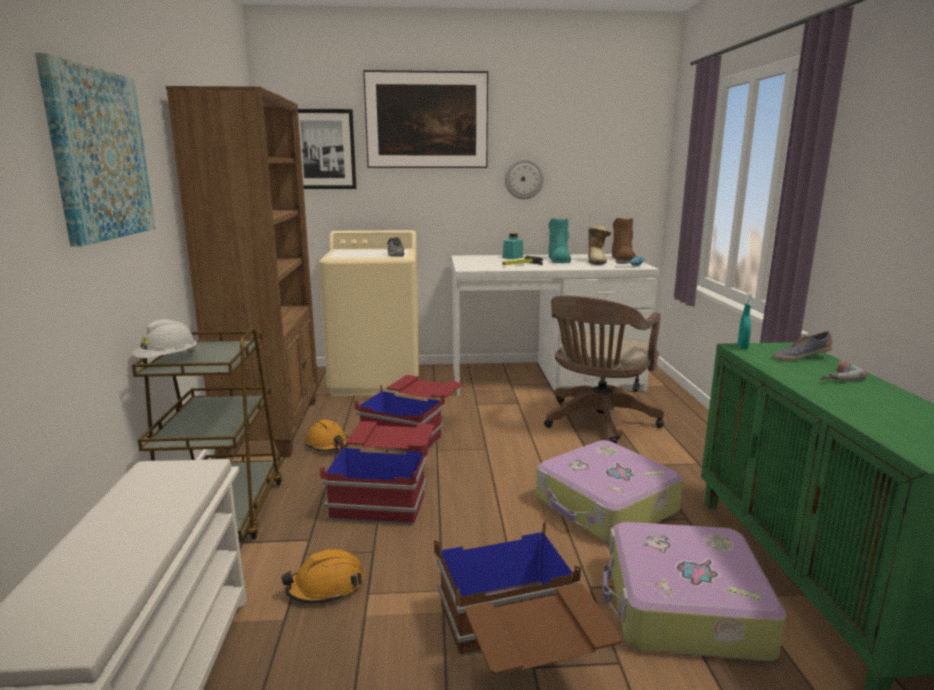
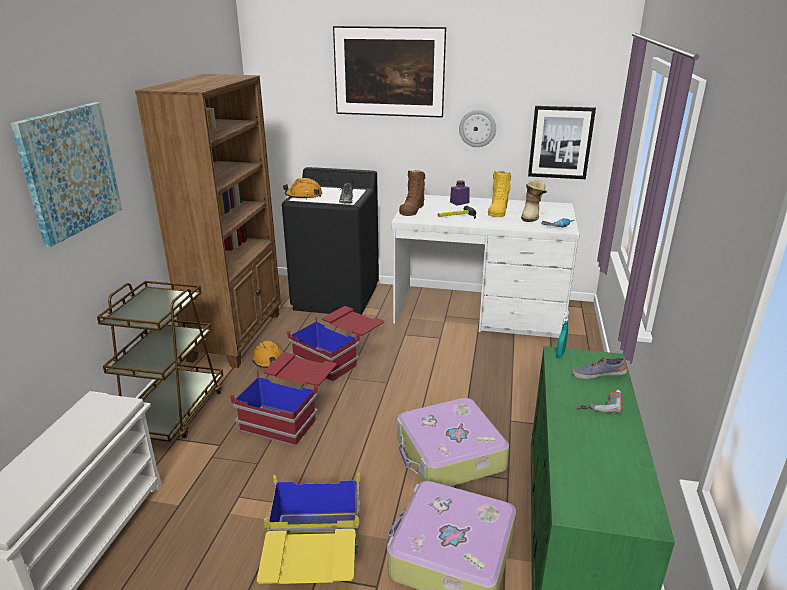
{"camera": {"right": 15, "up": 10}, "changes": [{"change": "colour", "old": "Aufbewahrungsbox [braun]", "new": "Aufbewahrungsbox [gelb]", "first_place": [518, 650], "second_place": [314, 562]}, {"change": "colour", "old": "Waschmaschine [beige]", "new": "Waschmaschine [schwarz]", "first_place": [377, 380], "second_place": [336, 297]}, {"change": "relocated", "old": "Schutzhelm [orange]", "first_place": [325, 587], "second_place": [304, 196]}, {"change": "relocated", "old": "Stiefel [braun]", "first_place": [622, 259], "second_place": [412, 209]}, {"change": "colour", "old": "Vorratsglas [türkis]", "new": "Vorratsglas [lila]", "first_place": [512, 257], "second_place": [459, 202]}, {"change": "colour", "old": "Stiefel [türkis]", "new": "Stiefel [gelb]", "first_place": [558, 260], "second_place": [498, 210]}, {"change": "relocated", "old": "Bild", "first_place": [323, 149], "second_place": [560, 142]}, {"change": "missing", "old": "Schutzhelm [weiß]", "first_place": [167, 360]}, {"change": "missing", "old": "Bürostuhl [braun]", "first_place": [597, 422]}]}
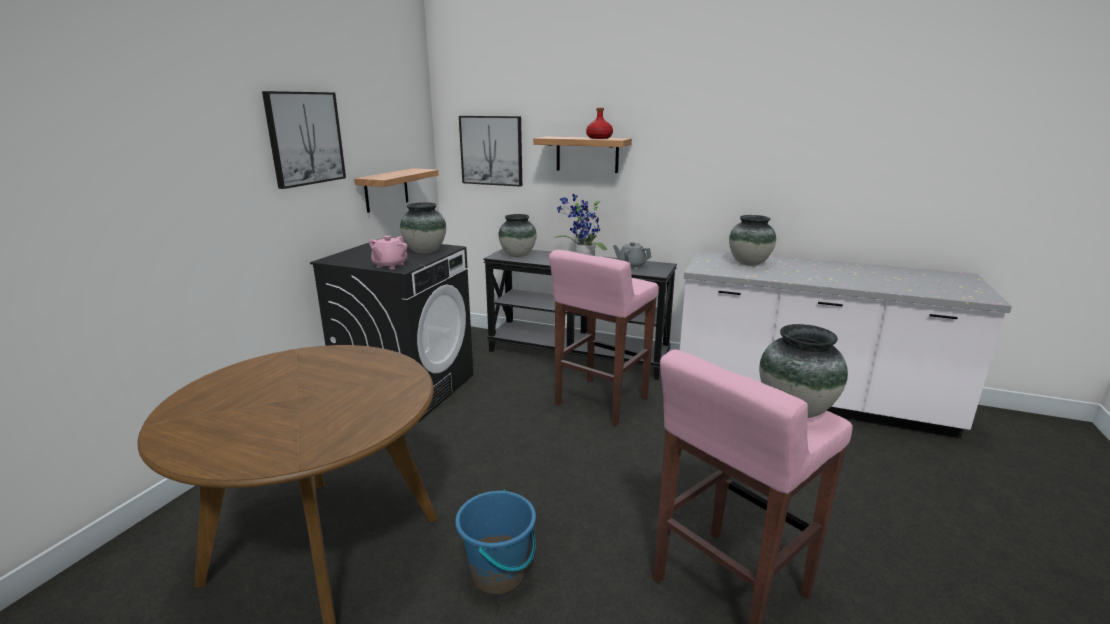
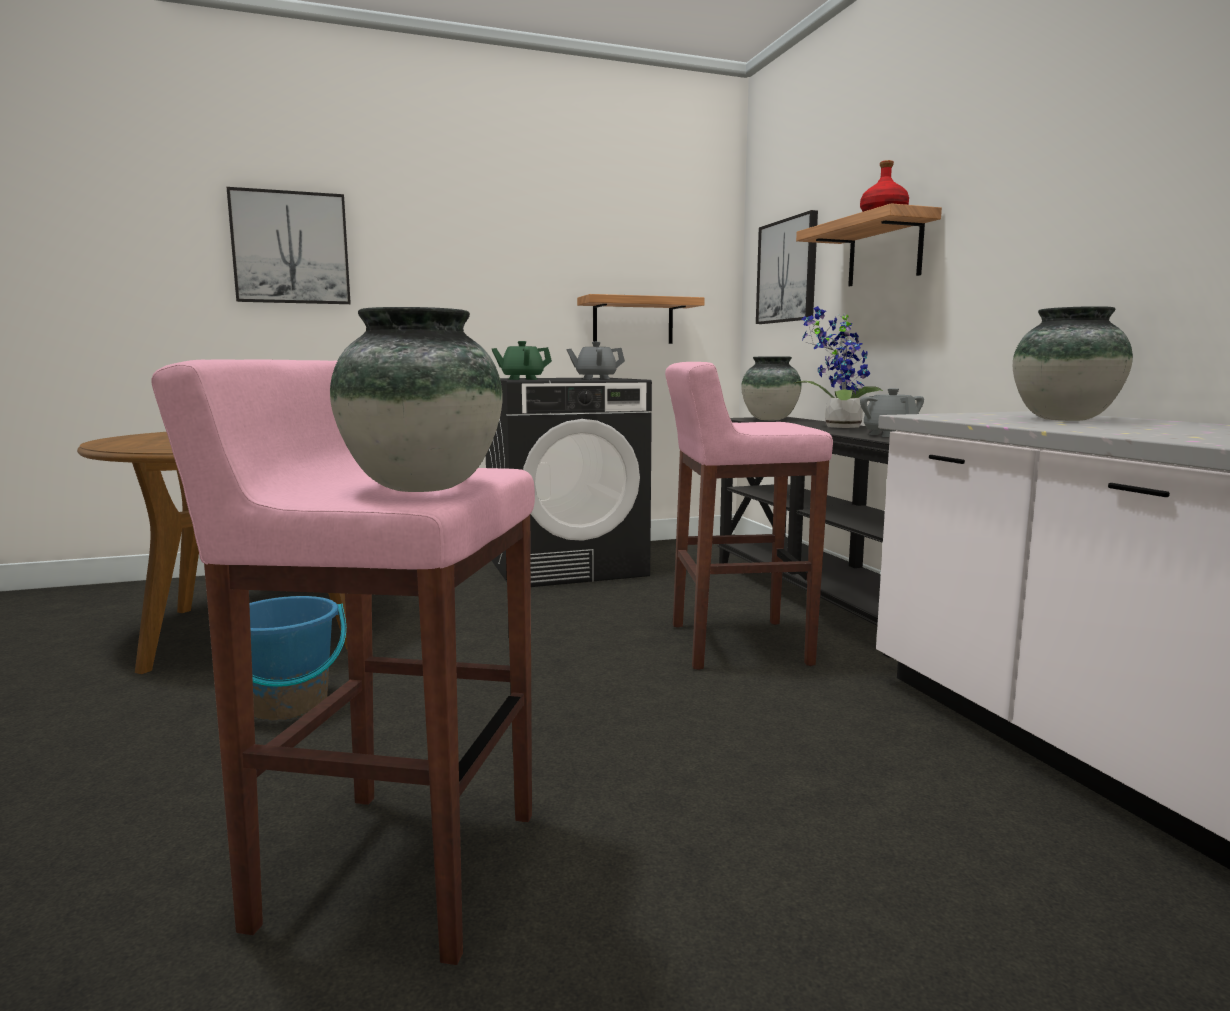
{"camera": {"right": 50, "up": -10}, "changes": [{"change": "relocated", "old": "Bild", "first_place": [305, 138], "second_place": [291, 248]}, {"change": "colour", "old": "Teekanne [rosa]", "new": "Teekanne [grün]", "first_place": [390, 265], "second_place": [522, 379]}, {"change": "exchanged", "old": "Vase", "new": "Teekanne [grau]", "first_place": [425, 251], "second_place": [595, 379]}]}
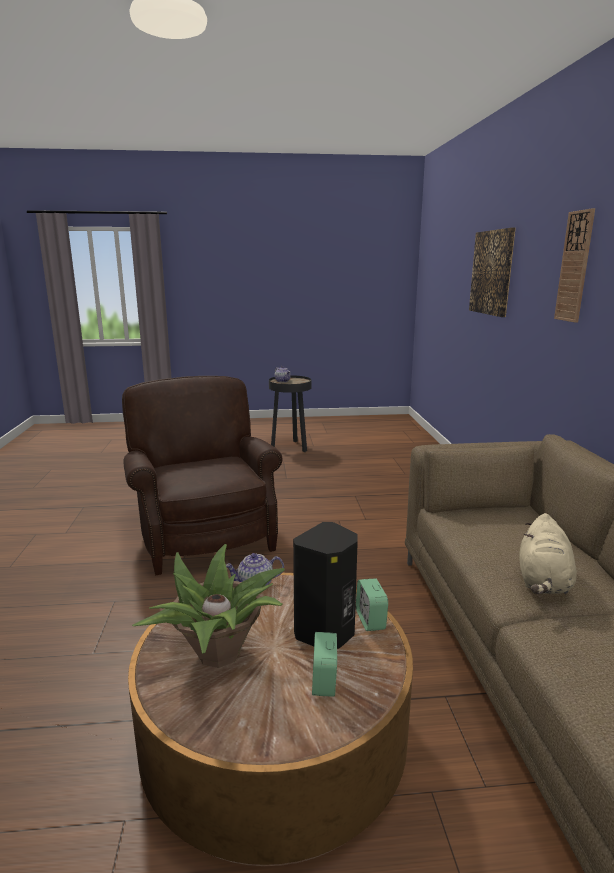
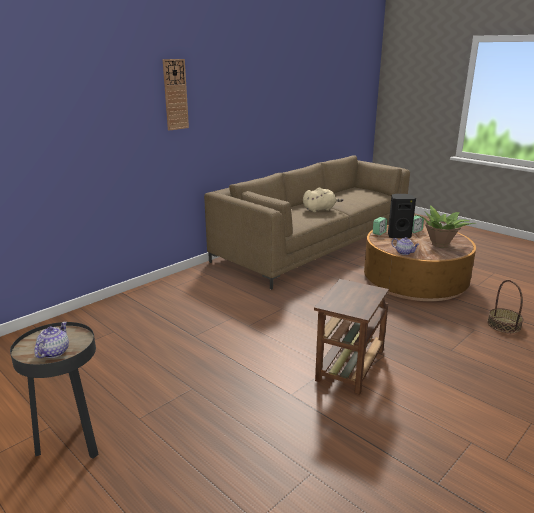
{"camera": {"right": -130, "up": 5}, "changes": [{"change": "exchanged", "old": "Sessel [braun]", "new": "Beistelltisch [braun]", "first_place": [204, 534], "second_place": [349, 367]}, {"change": "appeared", "new": "Korb", "second_place": [504, 325]}, {"change": "missing", "old": "Bild", "first_place": [492, 272]}]}
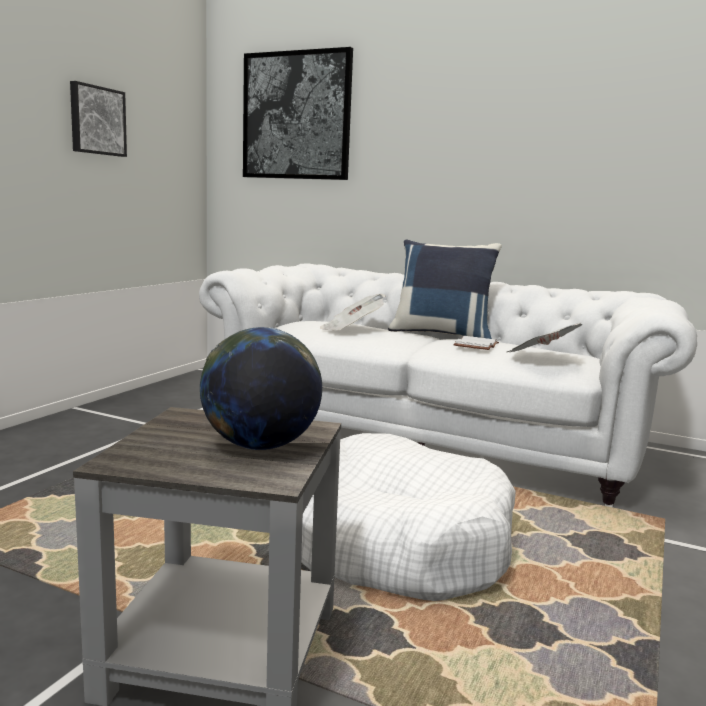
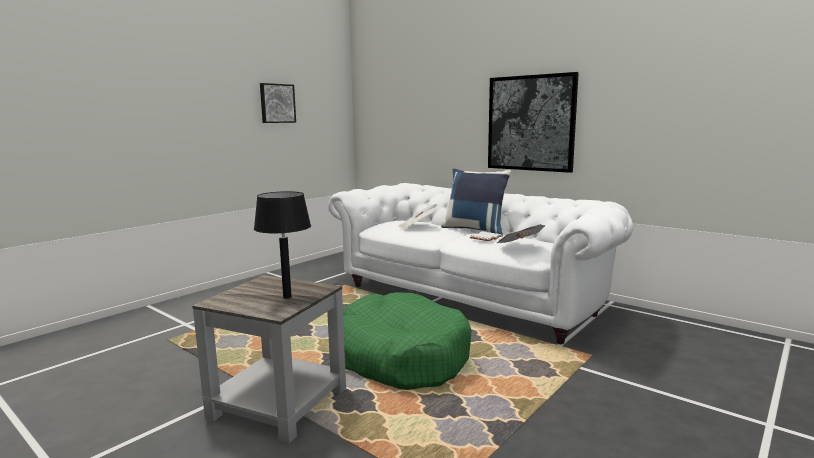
{"camera": {"right": 15, "up": 0}, "changes": [{"change": "exchanged", "old": "Globus", "new": "Tischlampe [schwarz]", "first_place": [260, 446], "second_place": [287, 297]}, {"change": "colour", "old": "Hundebett [weiß]", "new": "Hundebett [grün]", "first_place": [388, 541], "second_place": [400, 356]}, {"change": "relocated", "old": "Bild", "first_place": [296, 116], "second_place": [530, 123]}]}
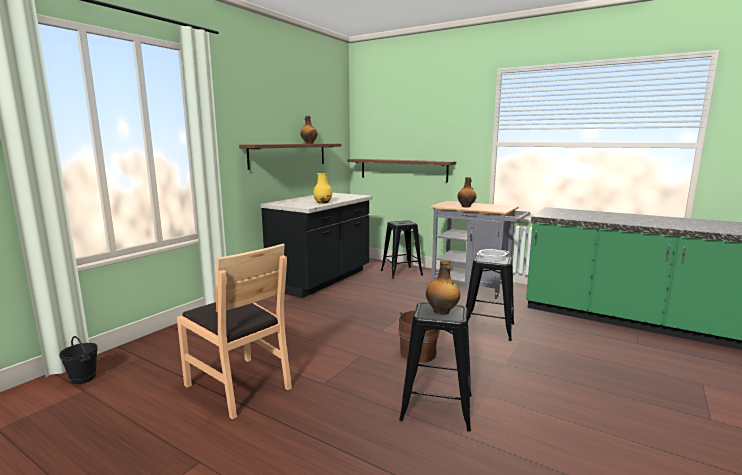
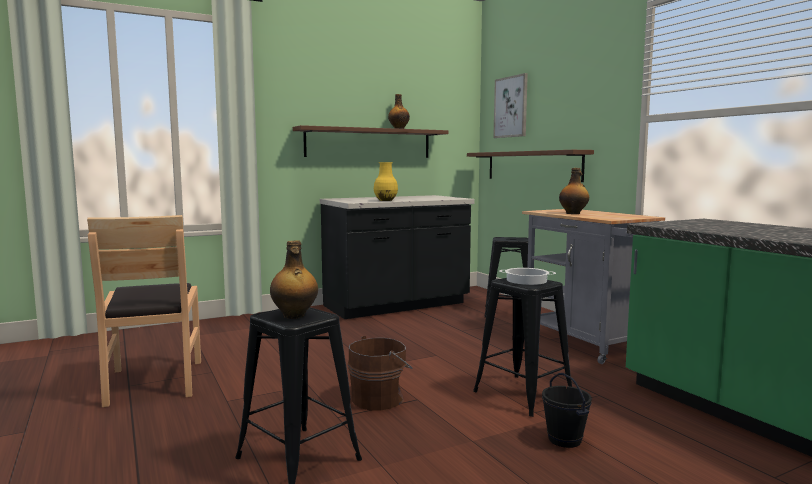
{"camera": {"right": 30, "up": -5}, "changes": [{"change": "appeared", "new": "Bild", "second_place": [511, 107]}, {"change": "relocated", "old": "Eimer [schwarz]", "first_place": [83, 378], "second_place": [565, 440]}]}
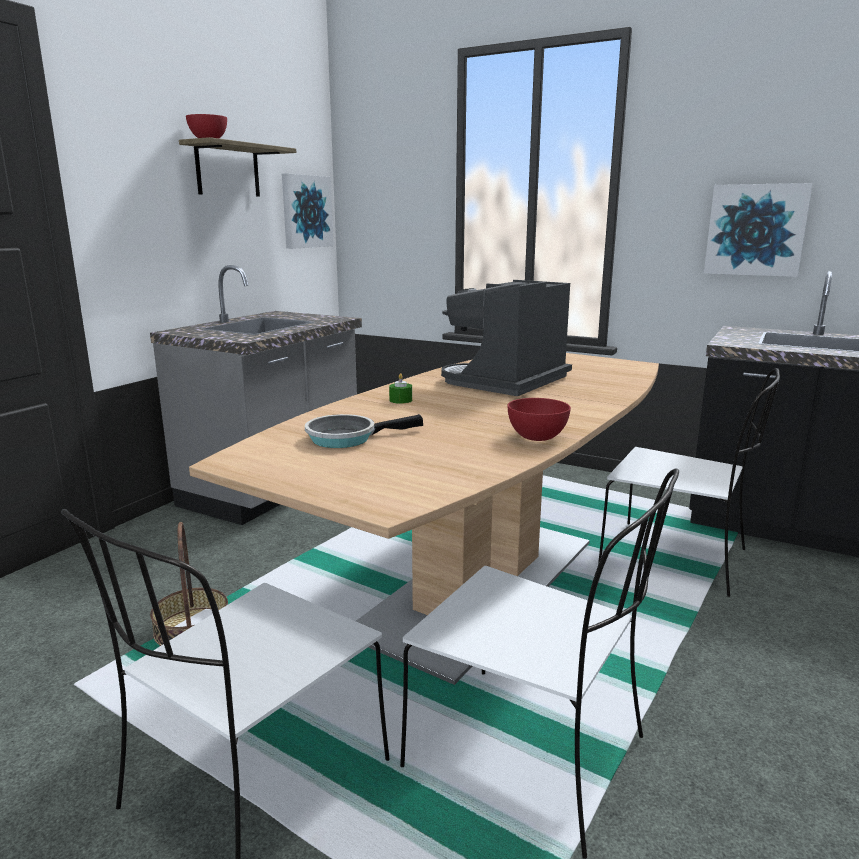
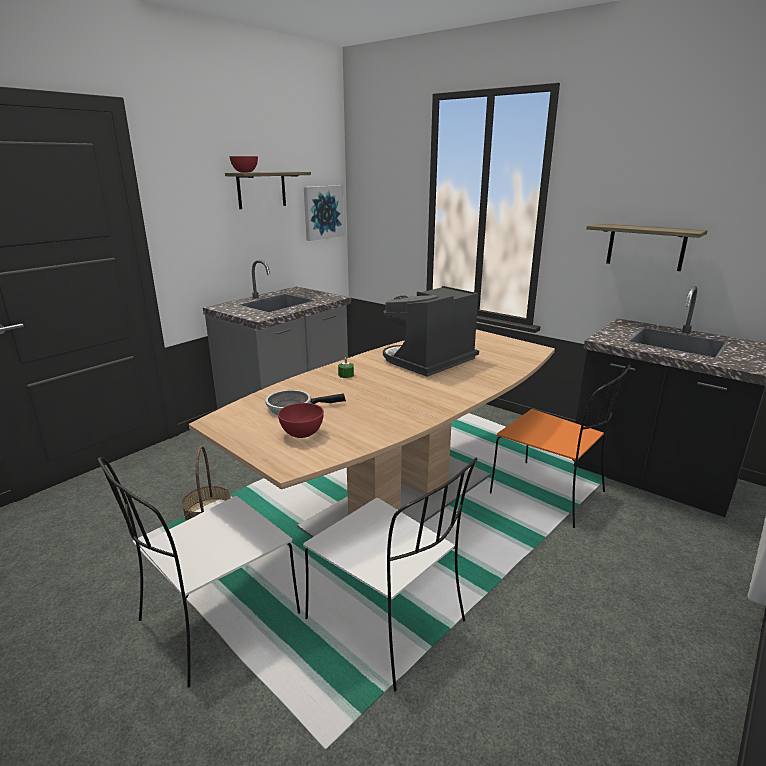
{"camera": {"right": 10, "up": 5}, "changes": [{"change": "relocated", "old": "Schüssel [rot]", "first_place": [537, 437], "second_place": [302, 434]}, {"change": "colour", "old": "Stuhl [weiß]", "new": "Stuhl [orange]", "first_place": [677, 558], "second_place": [550, 494]}, {"change": "exchanged", "old": "Bild", "new": "Wandregal", "first_place": [756, 230], "second_place": [646, 246]}]}
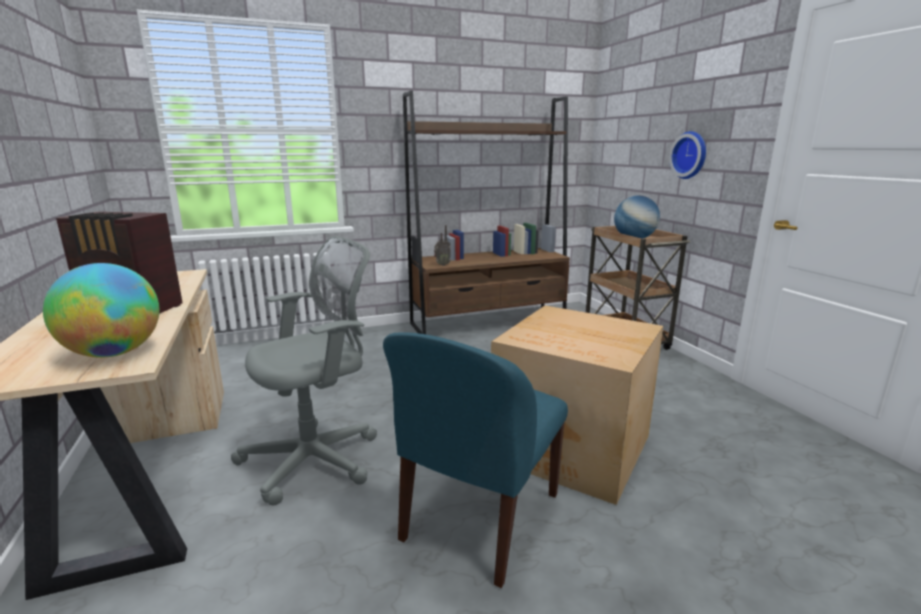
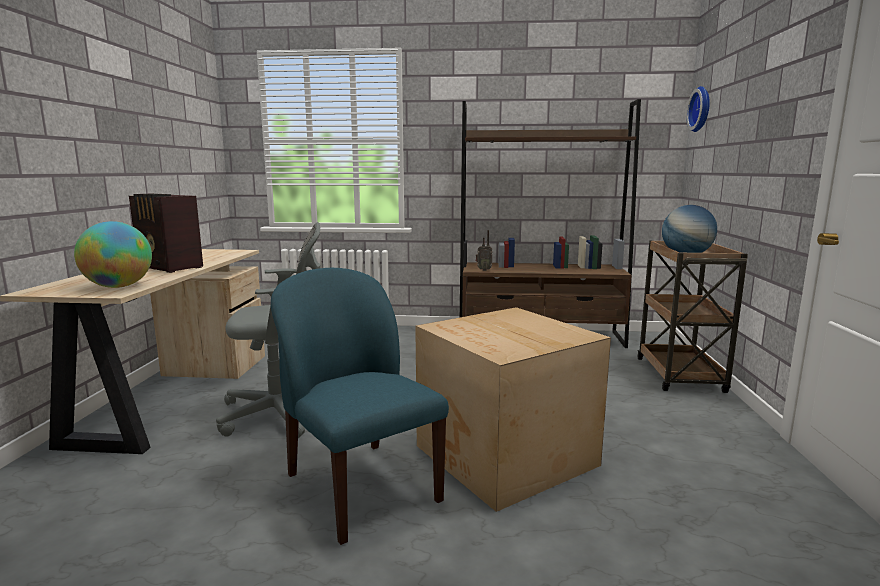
{"camera": {"right": 25, "up": -5}, "changes": [{"change": "spun", "old": "Stuhl [blau]", "first_place": [479, 518], "second_place": [360, 486], "degrees": 90}, {"change": "relocated", "old": "Wanduhr", "first_place": [690, 155], "second_place": [702, 109]}]}
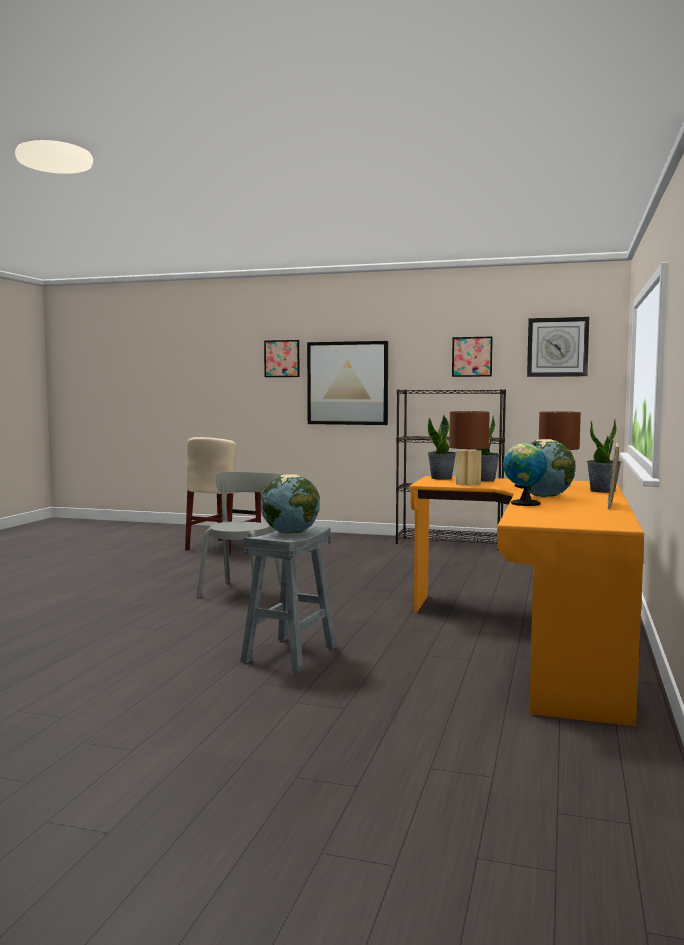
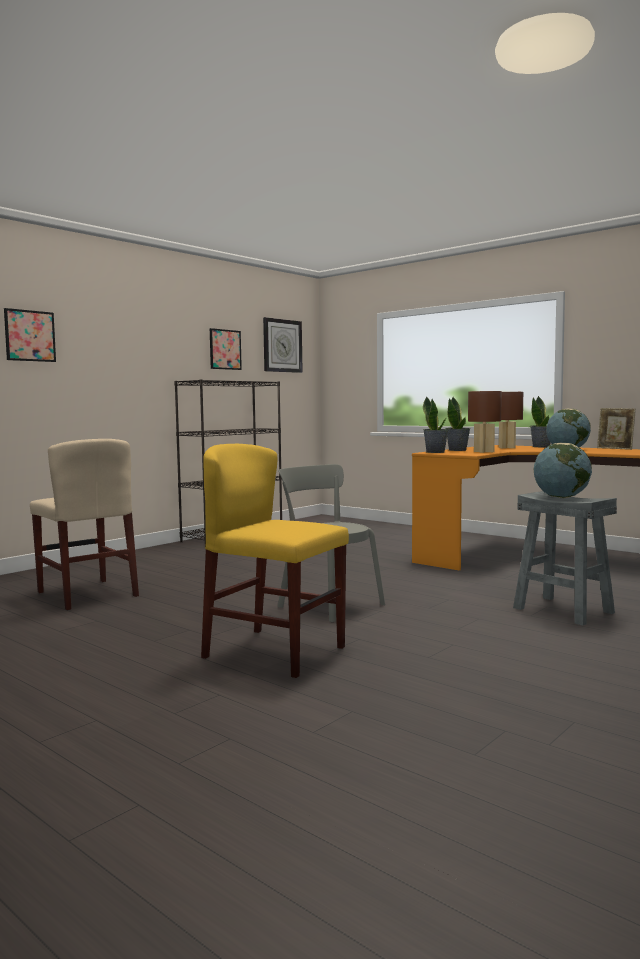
{"camera": {"right": -65, "up": 0}, "changes": [{"change": "appeared", "new": "Stuhl [gelb]", "second_place": [274, 652]}, {"change": "missing", "old": "Bild", "first_place": [347, 383]}, {"change": "missing", "old": "Globus", "first_place": [523, 503]}]}
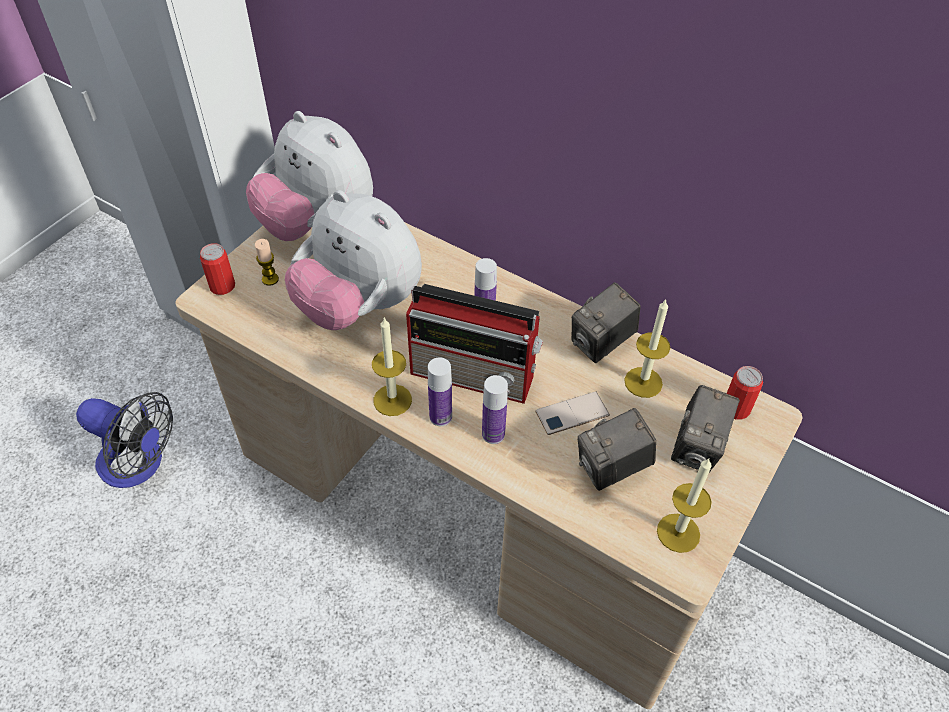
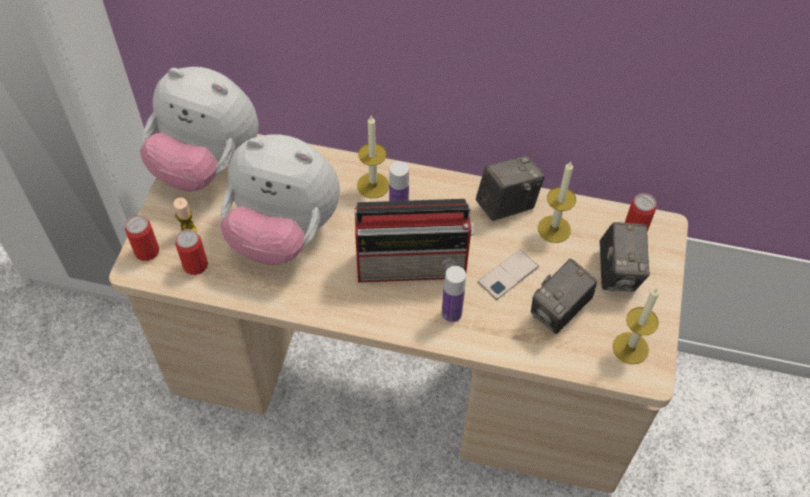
{"camera": {"right": -20, "up": 5}, "changes": [{"change": "appeared", "new": "Dose", "second_place": [195, 265]}, {"change": "relocated", "old": "Kerze", "first_place": [392, 400], "second_place": [373, 185]}, {"change": "spun", "old": "Kamera", "first_place": [601, 343], "second_place": [506, 205], "degrees": -150}, {"change": "missing", "old": "Ventilator", "first_place": [139, 465]}, {"change": "missing", "old": "Flasche", "first_place": [440, 417]}]}
